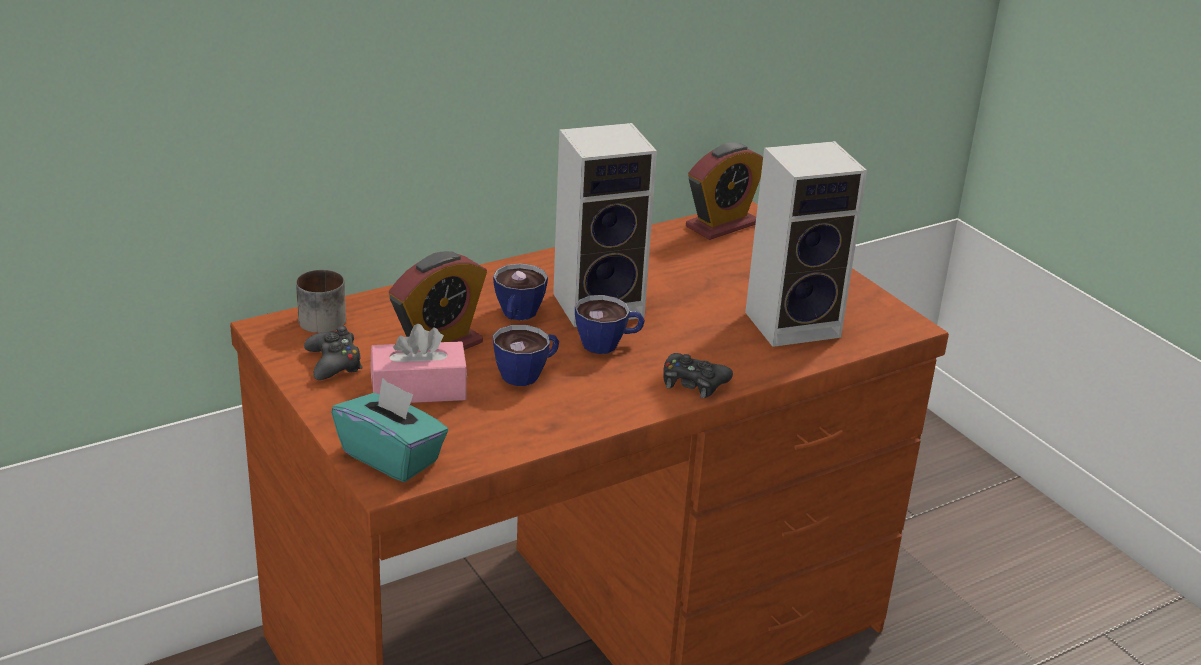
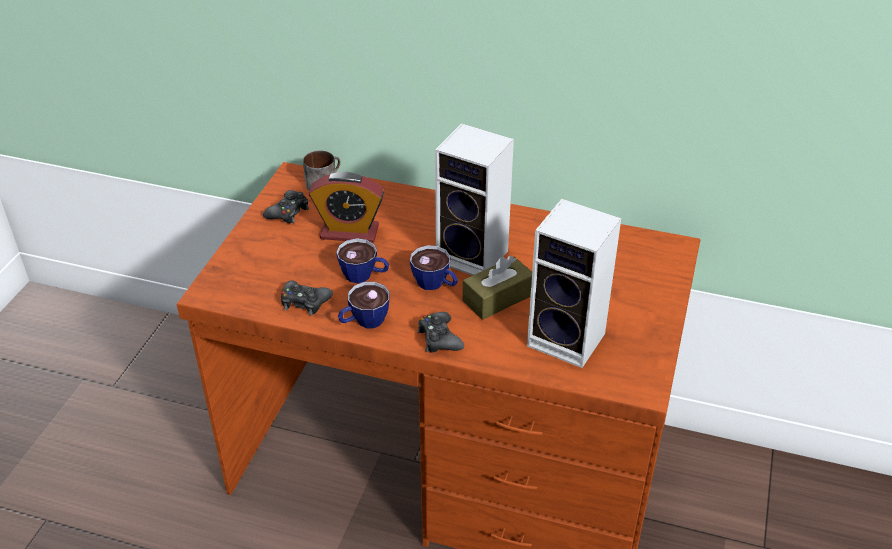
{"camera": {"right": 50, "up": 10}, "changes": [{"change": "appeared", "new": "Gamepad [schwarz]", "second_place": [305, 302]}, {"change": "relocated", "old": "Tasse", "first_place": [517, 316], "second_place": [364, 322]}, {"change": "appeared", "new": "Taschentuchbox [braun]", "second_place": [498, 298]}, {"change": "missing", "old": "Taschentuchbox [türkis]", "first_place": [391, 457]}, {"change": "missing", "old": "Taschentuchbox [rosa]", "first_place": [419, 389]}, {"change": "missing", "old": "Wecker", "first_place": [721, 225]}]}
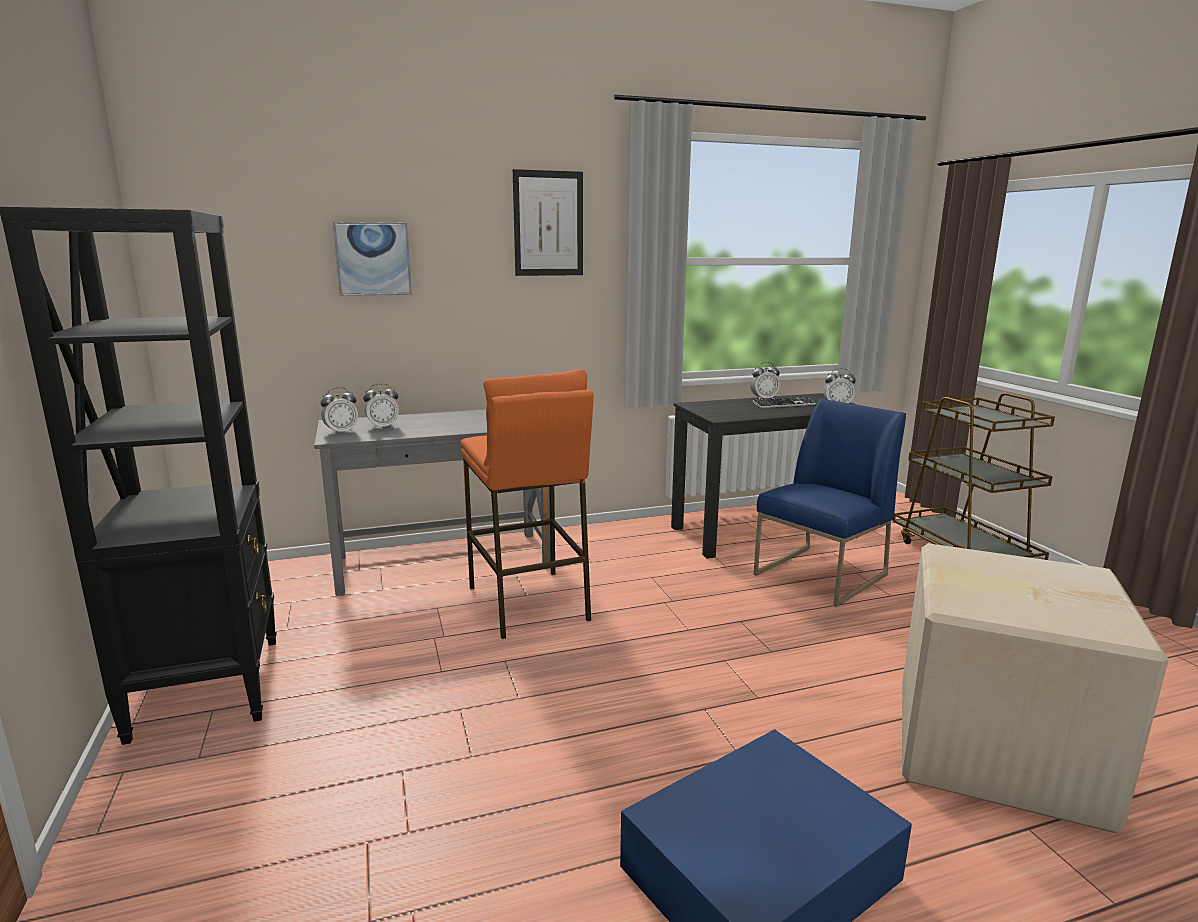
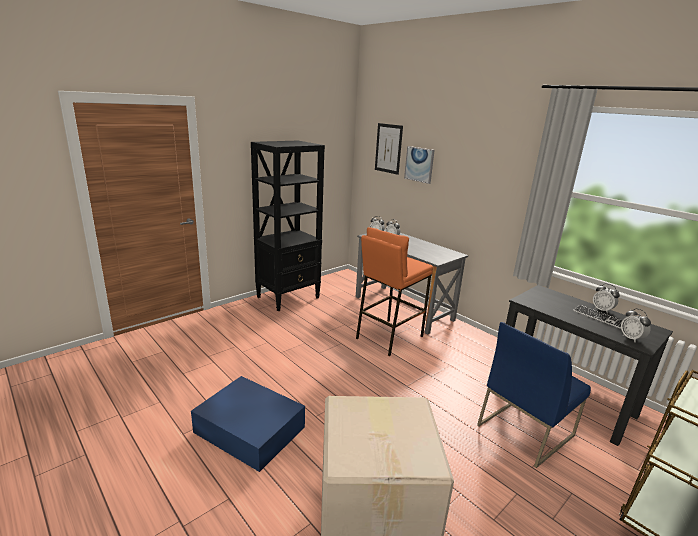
{"camera": {"right": 65, "up": 5}, "changes": [{"change": "relocated", "old": "Bild", "first_place": [548, 224], "second_place": [388, 148]}, {"change": "spun", "old": "Stuhl [blau]", "first_place": [820, 575], "second_place": [525, 429], "degrees": 120}]}
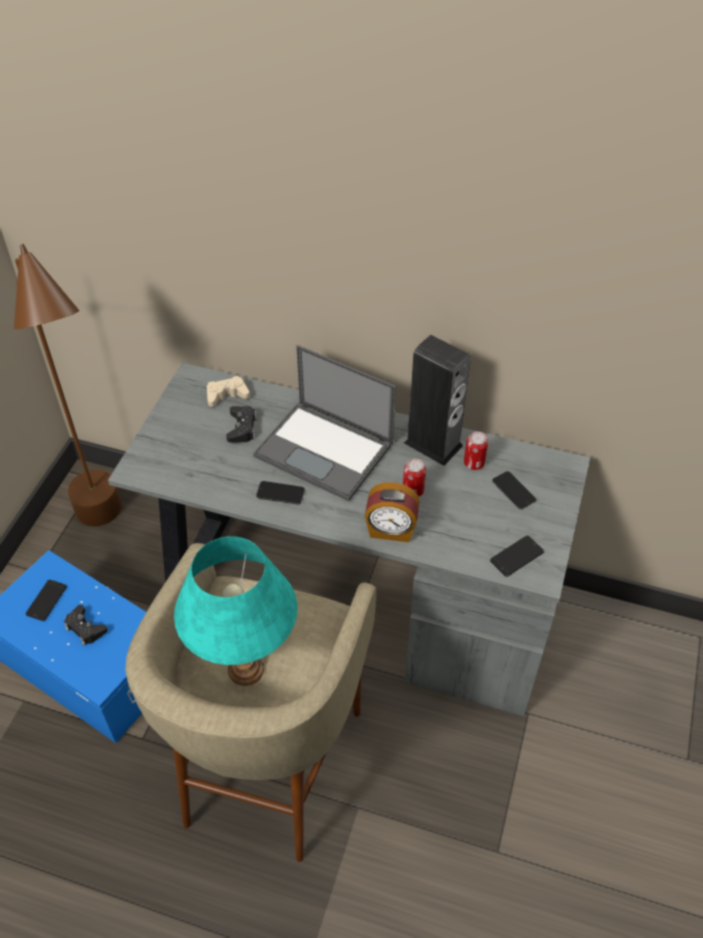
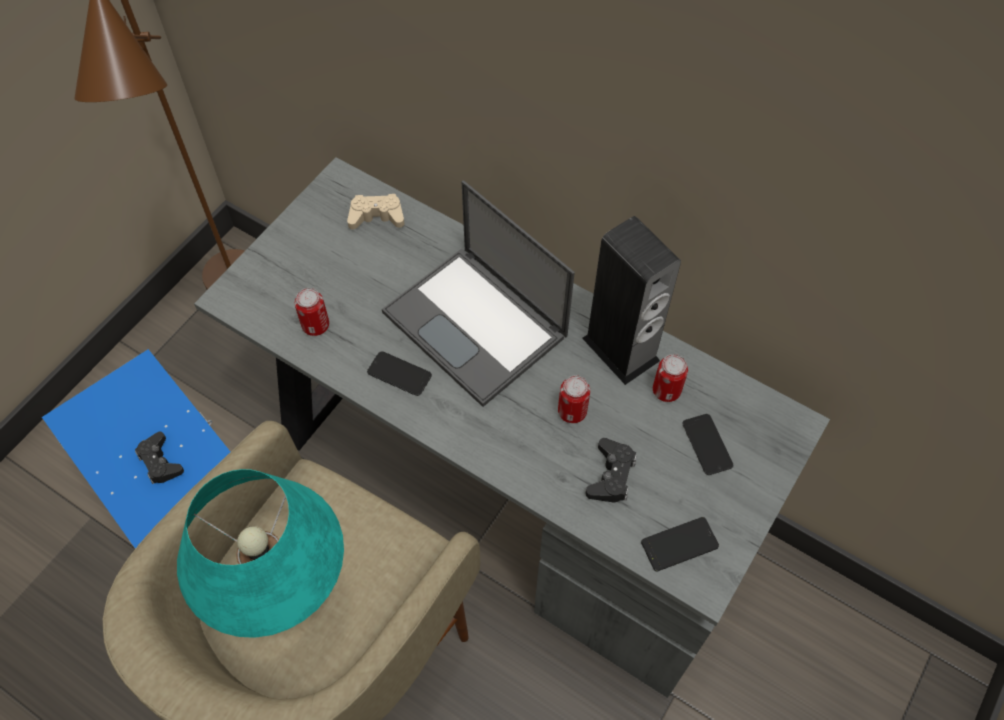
{"camera": {"right": 15, "up": 10}, "changes": [{"change": "appeared", "new": "Dose", "second_place": [315, 325]}, {"change": "relocated", "old": "Gamepad [schwarz]", "first_place": [242, 428], "second_place": [611, 475]}, {"change": "missing", "old": "Handy", "first_place": [46, 600]}, {"change": "missing", "old": "Wecker", "first_place": [391, 530]}]}
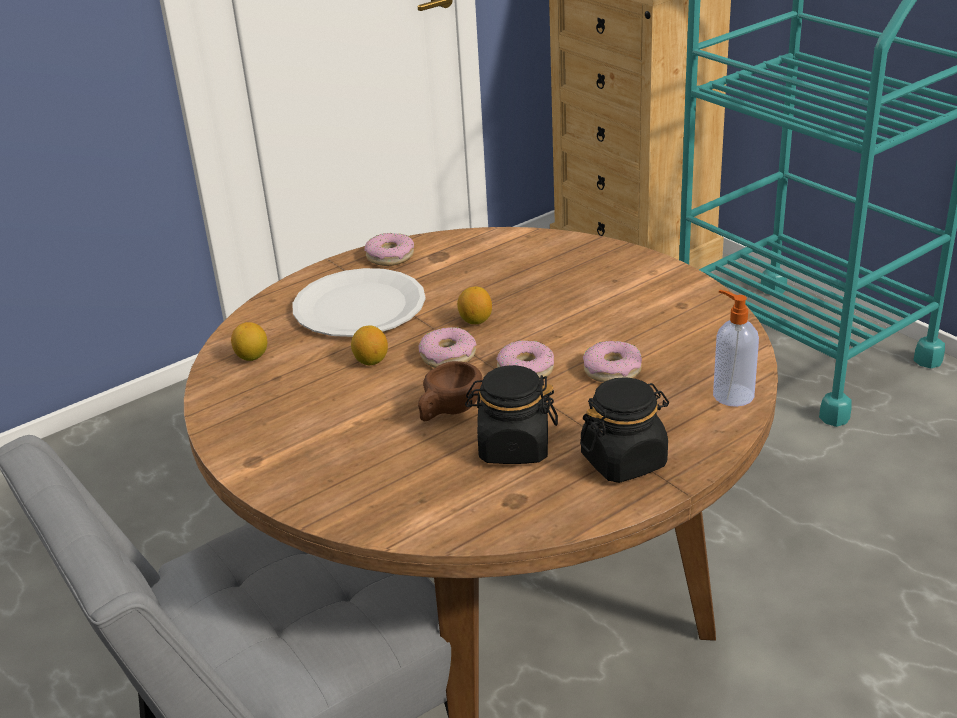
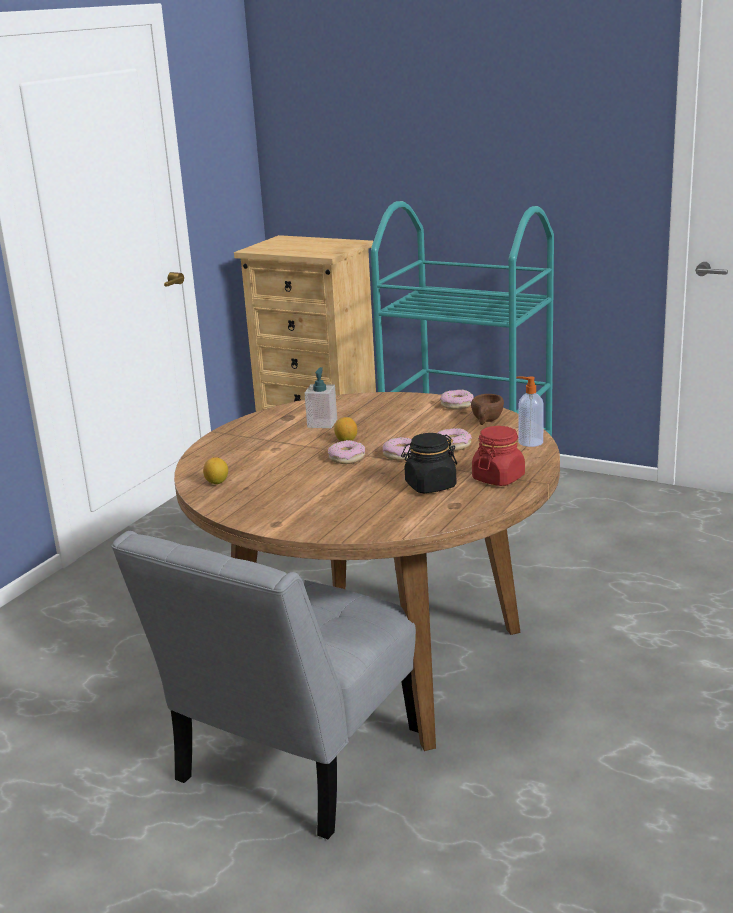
{"camera": {"right": -25, "up": -10}, "changes": [{"change": "appeared", "new": "Seifenspender", "second_place": [322, 423]}, {"change": "relocated", "old": "Donut", "first_place": [390, 256], "second_place": [456, 405]}, {"change": "relocated", "old": "Tasse [braun]", "first_place": [448, 412], "second_place": [486, 421]}, {"change": "colour", "old": "Vorratsglas [schwarz]", "new": "Vorratsglas [rot]", "first_place": [624, 460], "second_place": [498, 478]}, {"change": "missing", "old": "Teller [weiß]", "first_place": [359, 306]}, {"change": "missing", "old": "Zitrone", "first_place": [371, 361]}]}
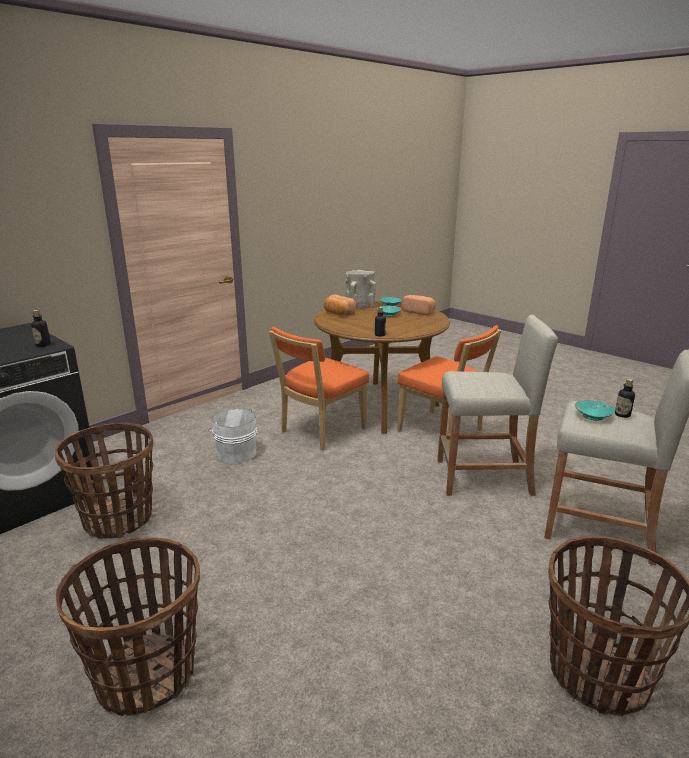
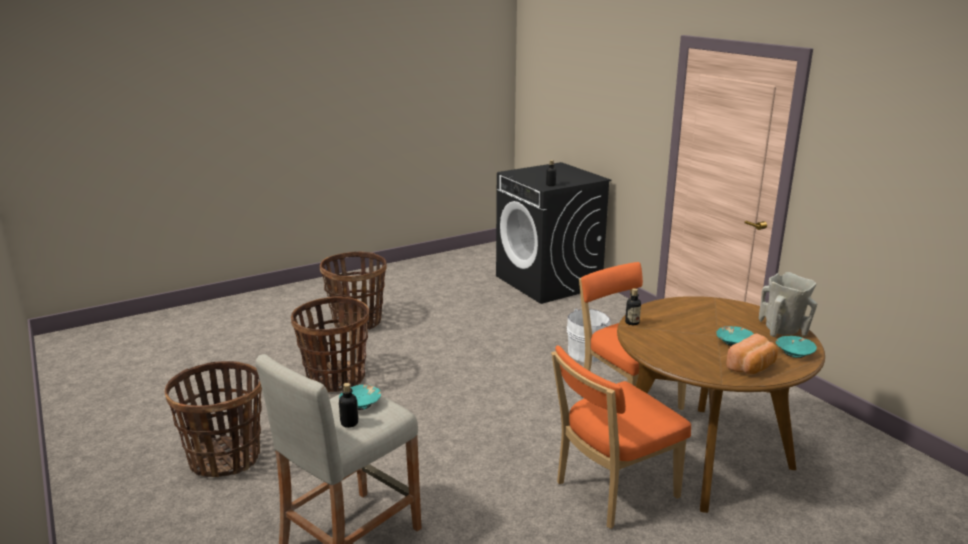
{"camera": {"right": 105, "up": 0}, "changes": [{"change": "relocated", "old": "Korb", "first_place": [118, 519], "second_place": [335, 379]}, {"change": "missing", "old": "Brot", "first_place": [338, 313]}, {"change": "missing", "old": "Hocker [beige]", "first_place": [484, 477]}]}
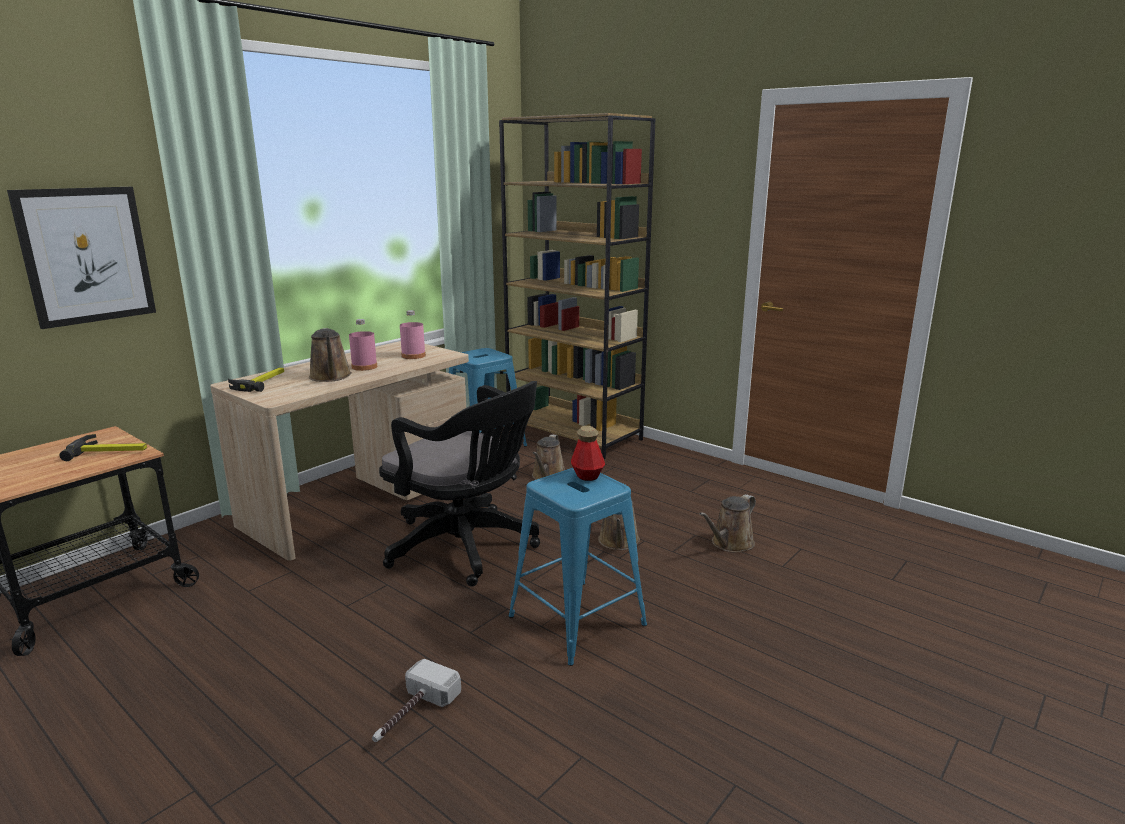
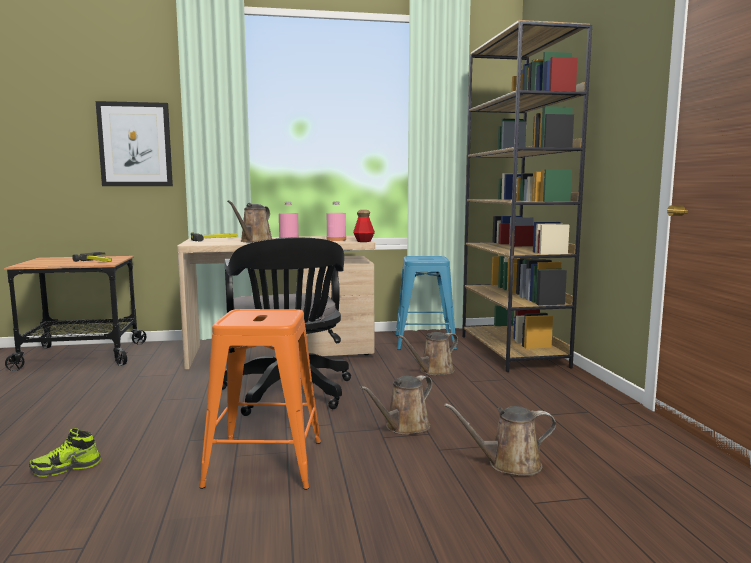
{"camera": {"right": 40, "up": -10}, "changes": [{"change": "exchanged", "old": "Hammer", "new": "Schuh", "first_place": [411, 715], "second_place": [66, 468]}, {"change": "colour", "old": "Hocker [blau]", "new": "Hocker [orange]", "first_place": [576, 620], "second_place": [264, 463]}, {"change": "relocated", "old": "Flasche", "first_place": [587, 475], "second_place": [364, 241]}]}
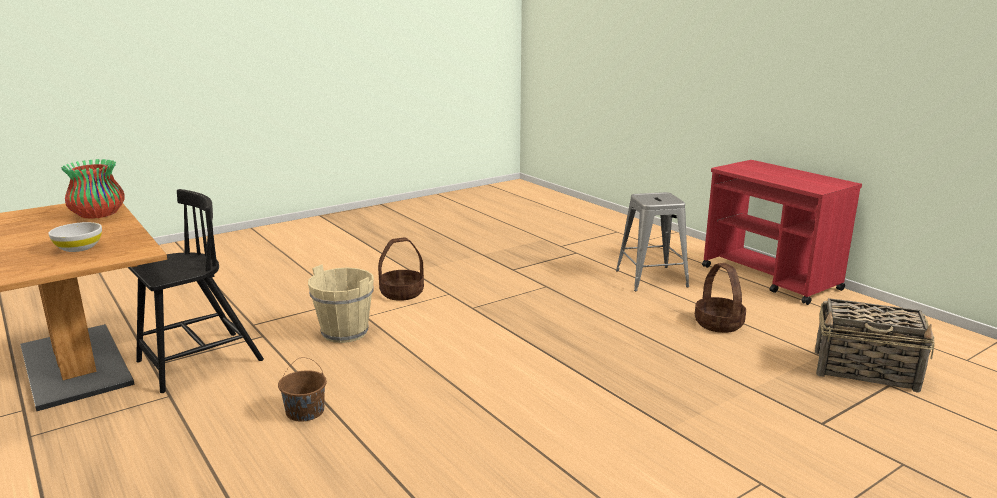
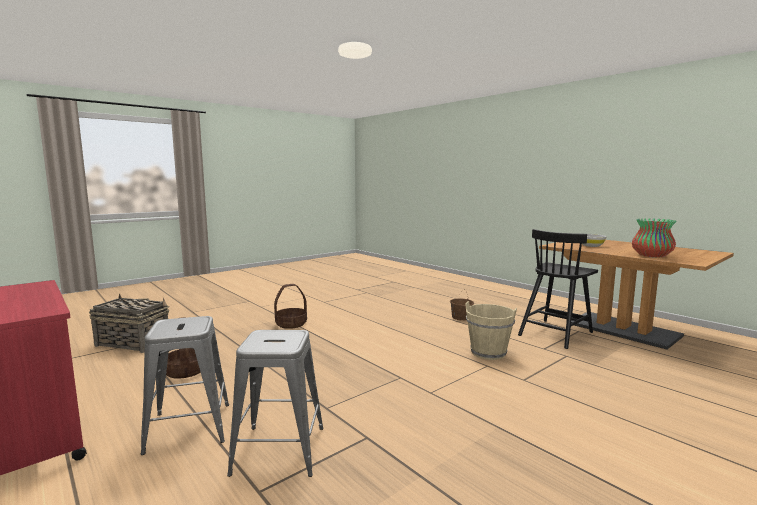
{"camera": {"right": 175, "up": -10}, "changes": [{"change": "appeared", "new": "Hocker [grau]", "second_place": [280, 450]}, {"change": "relocated", "old": "Korb", "first_place": [402, 293], "second_place": [291, 324]}]}
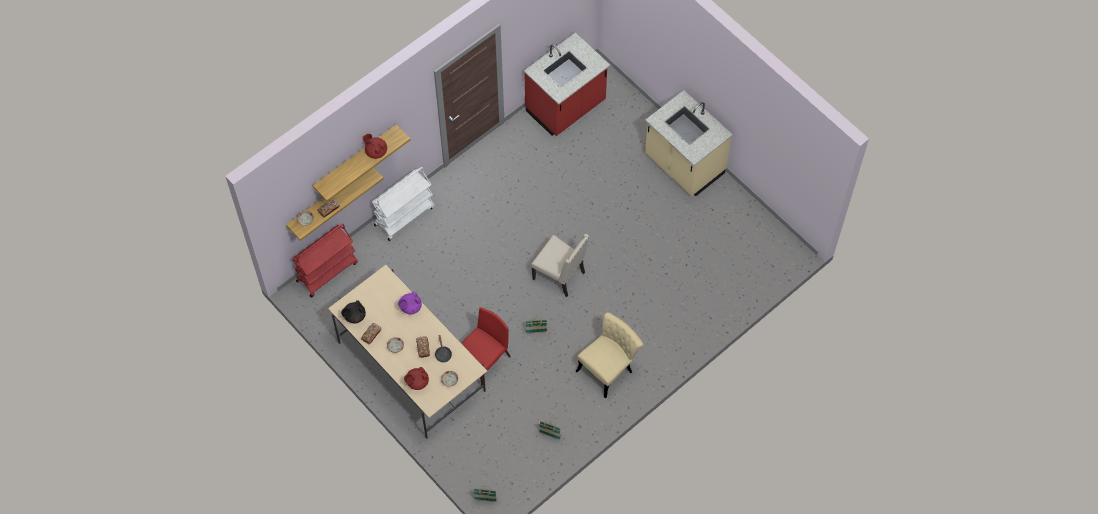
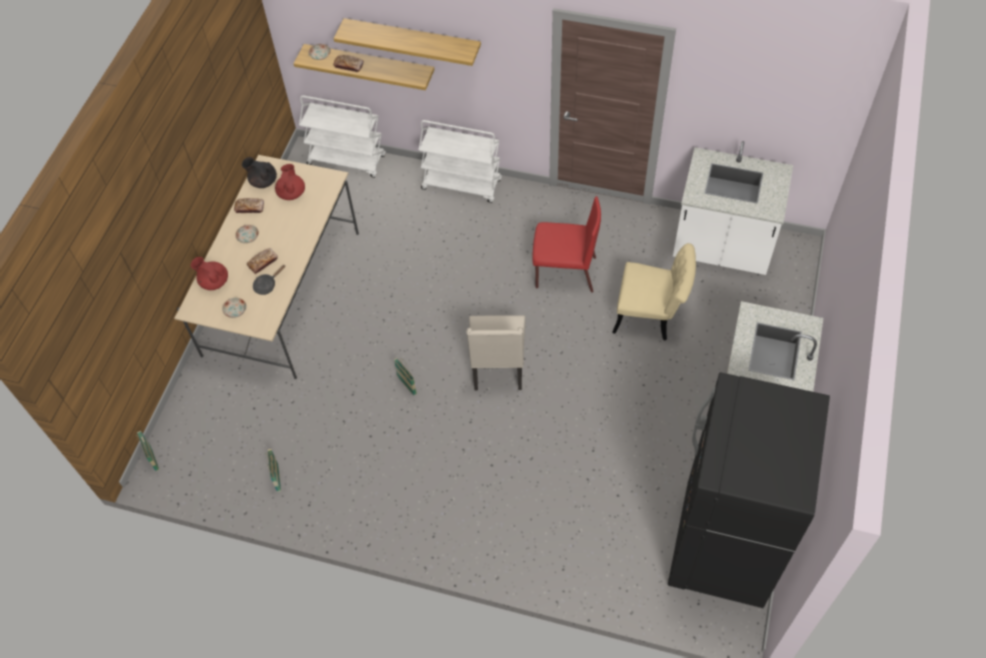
{"camera": {"right": 60, "up": -5}, "changes": [{"change": "relocated", "old": "Teekanne [rot]", "first_place": [376, 151], "second_place": [291, 193]}, {"change": "colour", "old": "Rollwagen [rot]", "new": "Rollwagen [weiß]", "first_place": [327, 271], "second_place": [347, 160]}, {"change": "relocated", "old": "Stuhl [rot]", "first_place": [483, 363], "second_place": [564, 272]}, {"change": "relocated", "old": "Stuhl [beige]", "first_place": [608, 368], "second_place": [651, 316]}, {"change": "appeared", "new": "Kühlschrank [schwarz]", "second_place": [723, 546]}, {"change": "colour", "old": "Küchenzeile [rot]", "new": "Küchenzeile [weiß]", "first_place": [566, 107], "second_place": [722, 248]}, {"change": "missing", "old": "Teekanne [lila]", "first_place": [410, 307]}]}
